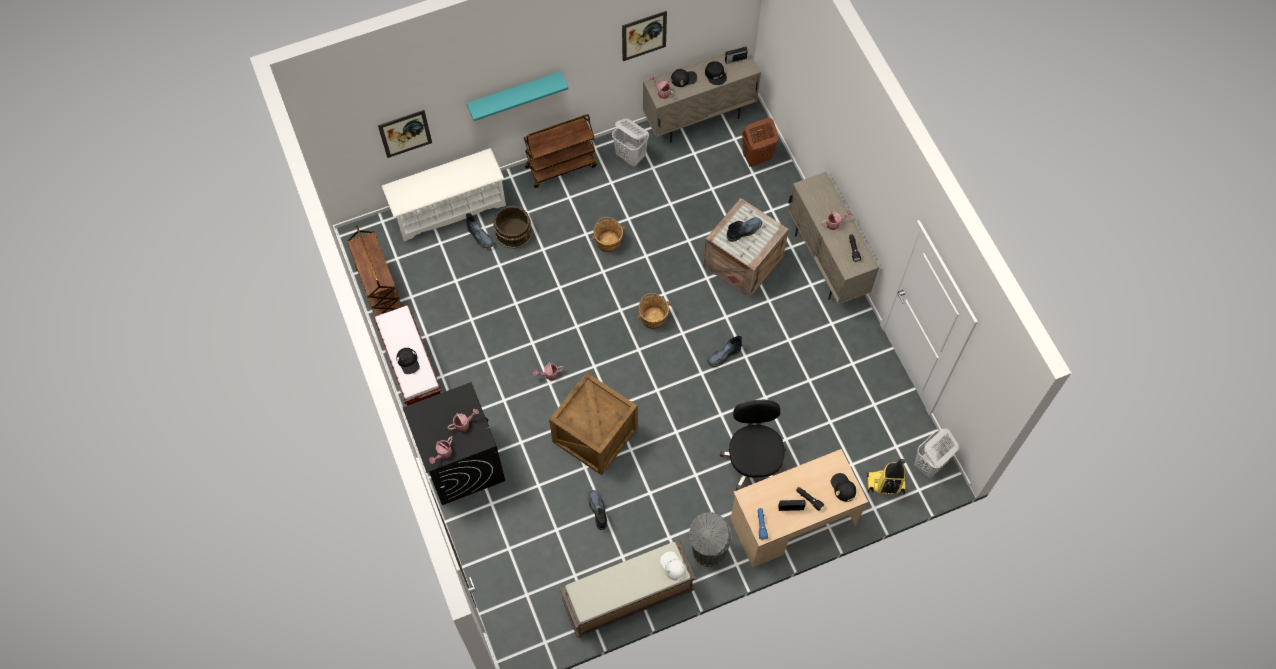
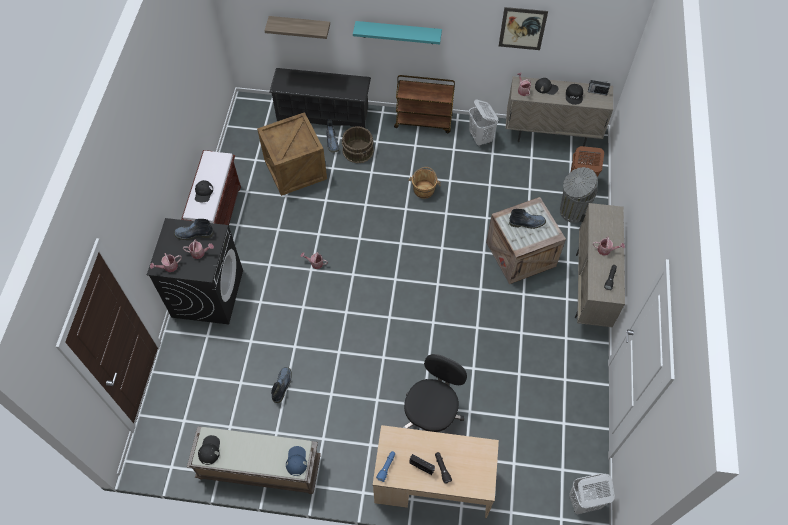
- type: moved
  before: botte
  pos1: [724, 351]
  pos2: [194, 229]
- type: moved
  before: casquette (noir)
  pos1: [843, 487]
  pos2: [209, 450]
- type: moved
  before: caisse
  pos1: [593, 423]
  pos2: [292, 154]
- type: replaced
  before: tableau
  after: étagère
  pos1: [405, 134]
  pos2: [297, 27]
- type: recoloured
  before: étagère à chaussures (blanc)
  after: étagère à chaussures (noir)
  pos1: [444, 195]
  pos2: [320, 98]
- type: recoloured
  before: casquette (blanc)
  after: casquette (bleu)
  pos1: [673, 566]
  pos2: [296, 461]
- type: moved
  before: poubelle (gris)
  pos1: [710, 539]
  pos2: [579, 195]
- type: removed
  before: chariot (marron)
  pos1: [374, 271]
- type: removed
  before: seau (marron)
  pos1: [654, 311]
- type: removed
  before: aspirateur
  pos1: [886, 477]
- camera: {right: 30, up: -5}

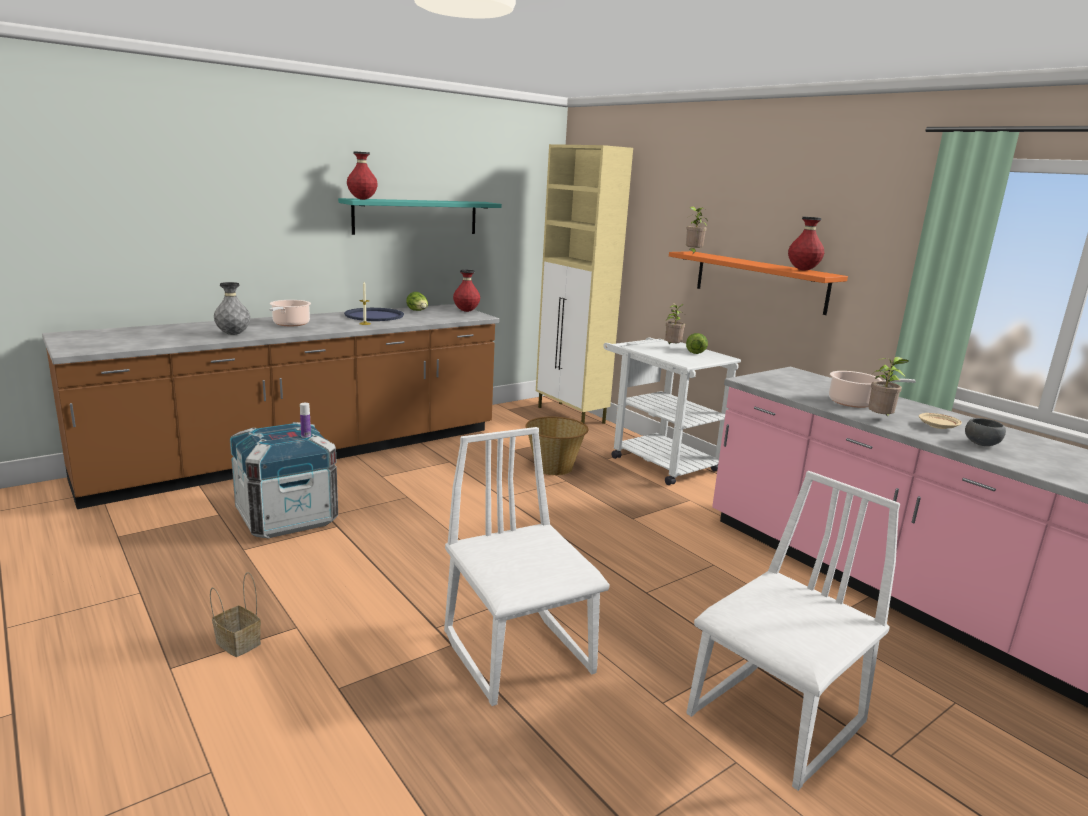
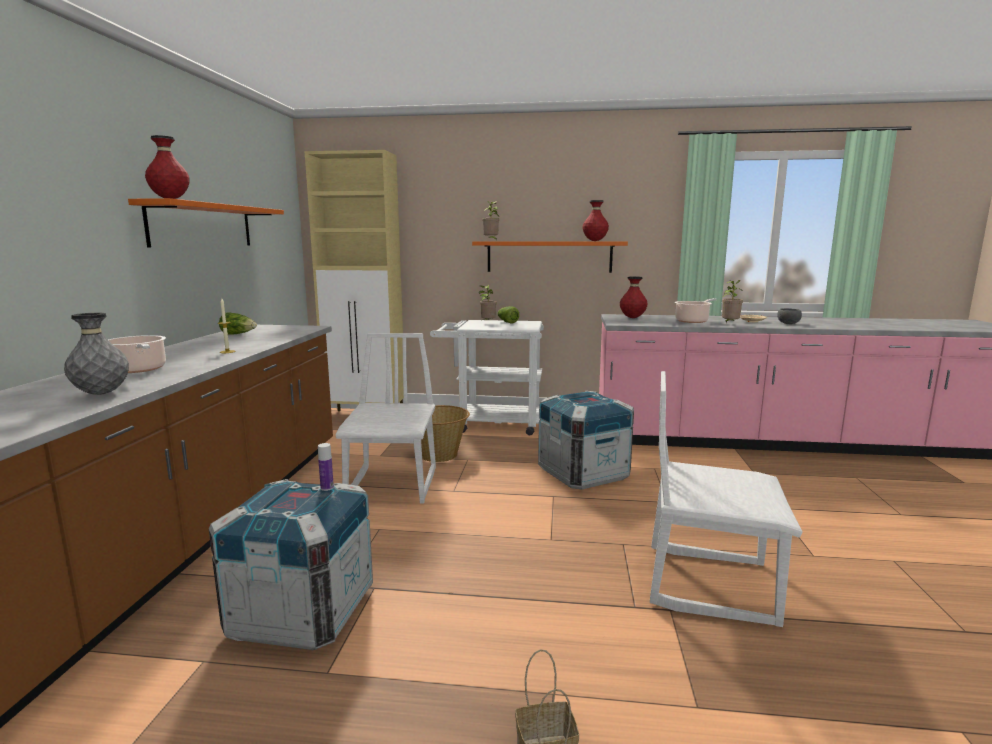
- type: recoloured
  before: étagère (turquoise)
  after: étagère (orange)
  pos1: [420, 216]
  pos2: [206, 223]
- type: moved
  before: chaise (blanc)
  pos1: [793, 631]
  pos2: [385, 418]
- type: added
  after: caisse
  pos2: [586, 440]
- type: moved
  before: vase (rouge)
  pos1: [466, 290]
  pos2: [634, 297]
- type: removed
  before: plateau (bleu)
  pos1: [374, 314]
- camera: {right: -45, up: -5}

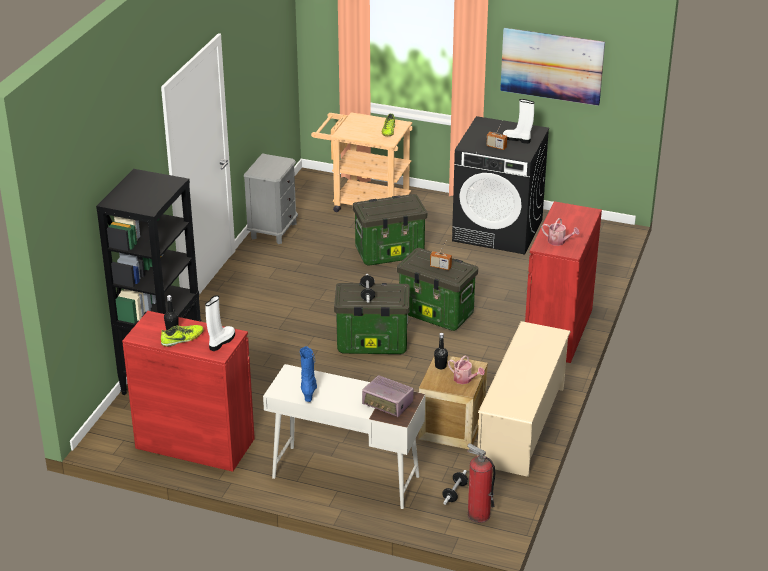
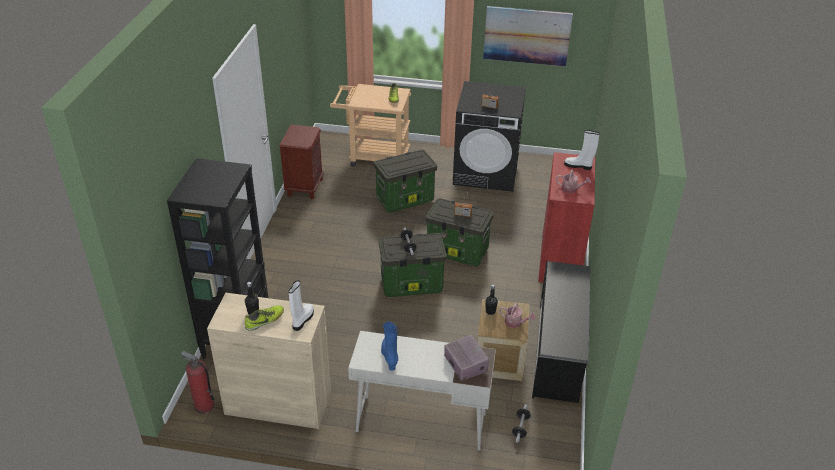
- type: moved
  before: extincteur
  pos1: [481, 483]
  pos2: [198, 382]
- type: recoloured
  before: meuble de rangement (rouge)
  after: meuble de rangement (beige)
  pos1: [188, 391]
  pos2: [269, 361]
- type: recoloured
  before: table de chevet (gris)
  after: table de chevet (marron)
  pos1: [271, 199]
  pos2: [301, 161]
- type: turned
  before: radio
  pos1: [388, 396]
  pos2: [466, 358]
  turn: -135
- type: recoloured
  before: étagère à chaussures (beige)
  after: étagère à chaussures (noir)
  pos1: [524, 399]
  pos2: [561, 332]
- type: moved
  before: botte (blanc)
  pos1: [518, 121]
  pos2: [582, 150]
- camera: {right: -10, up: 5}

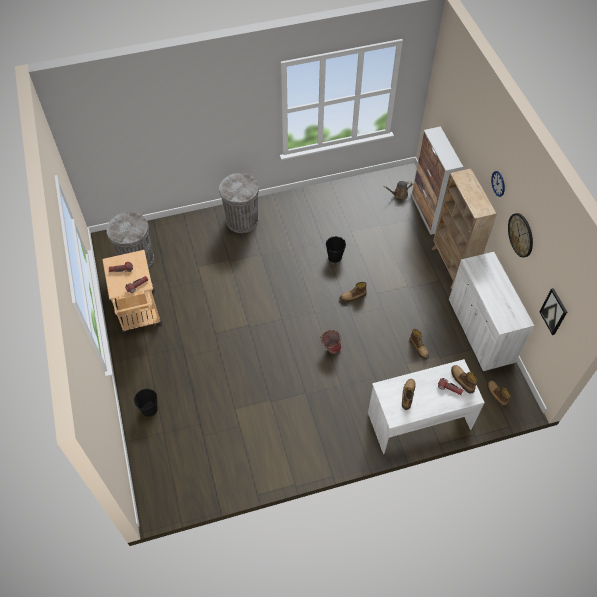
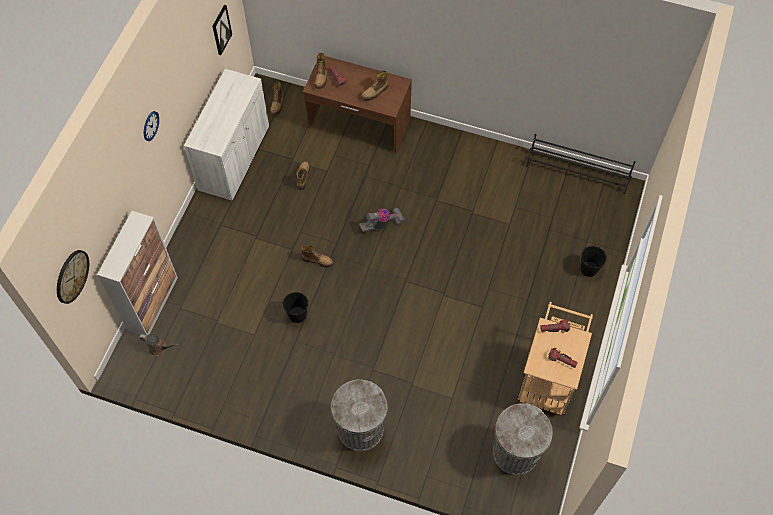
- type: moved
  before: horloge murale
  pos1: [520, 235]
  pos2: [73, 277]
- type: recoloured
  before: bureau (blanc)
  after: bureau (marron)
  pos1: [426, 406]
  pos2: [357, 104]
- type: replaced
  before: seau
  after: aspirateur
  pos1: [331, 342]
  pos2: [382, 220]
- type: added
  after: étagère à chaussures (noir)
  pos2: [581, 164]
- type: removed
  before: bibliothèque (beige)
  pos1: [464, 228]
- camera: {right: -145, up: 5}

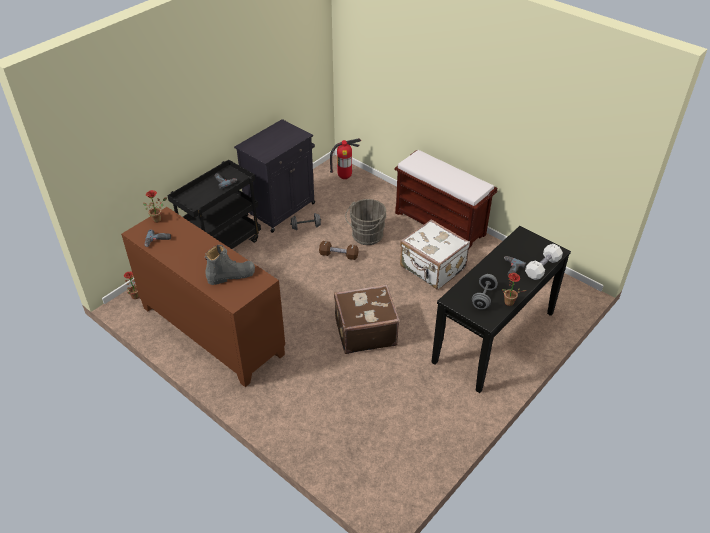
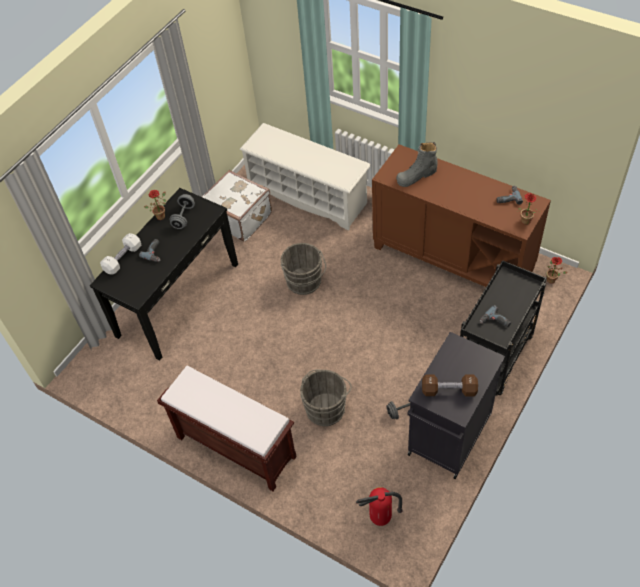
- type: moved
  before: valise (blanc)
  pos1: [435, 254]
  pos2: [237, 206]
- type: added
  after: étagère à chaussures (blanc)
  pos2: [305, 177]
- type: replaced
  before: valise (marron)
  after: seau (gris)
  pos1: [367, 319]
  pos2: [303, 269]
- type: moved
  before: haltère (marron)
  pos1: [339, 250]
  pos2: [450, 385]
- camera: {right: 175, up: 10}

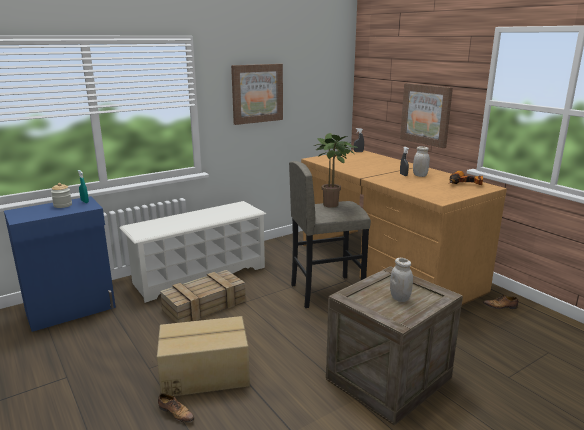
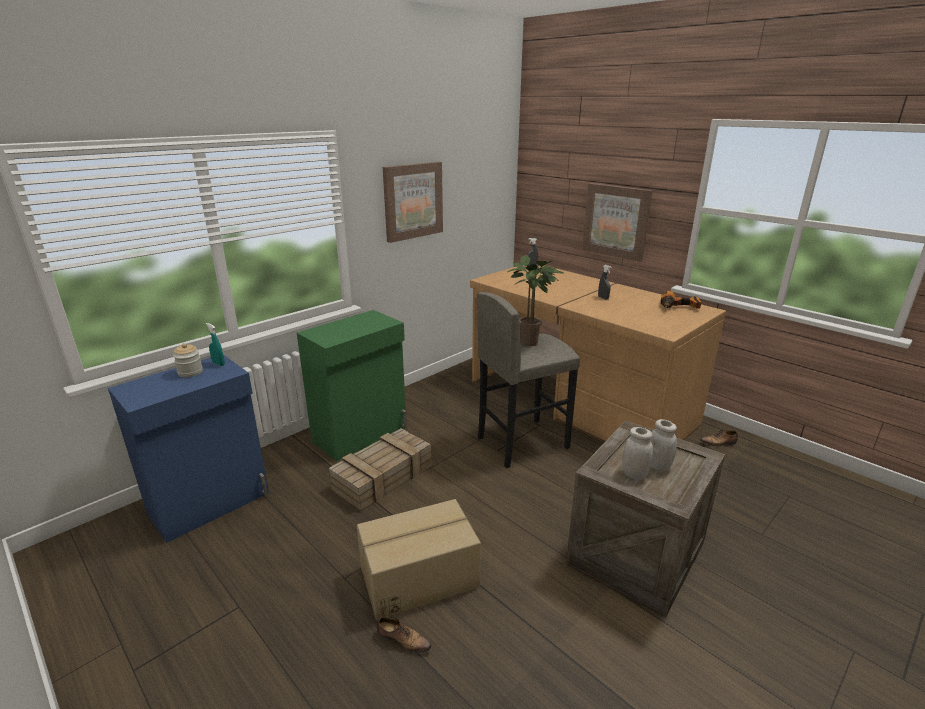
- type: replaced
  before: étagère à chaussures (blanc)
  after: meuble de rangement (vert)
  pos1: [193, 252]
  pos2: [352, 385]
- type: moved
  before: bocal (blanc)
  pos1: [421, 161]
  pos2: [637, 453]
- camera: {right: -10, up: 5}

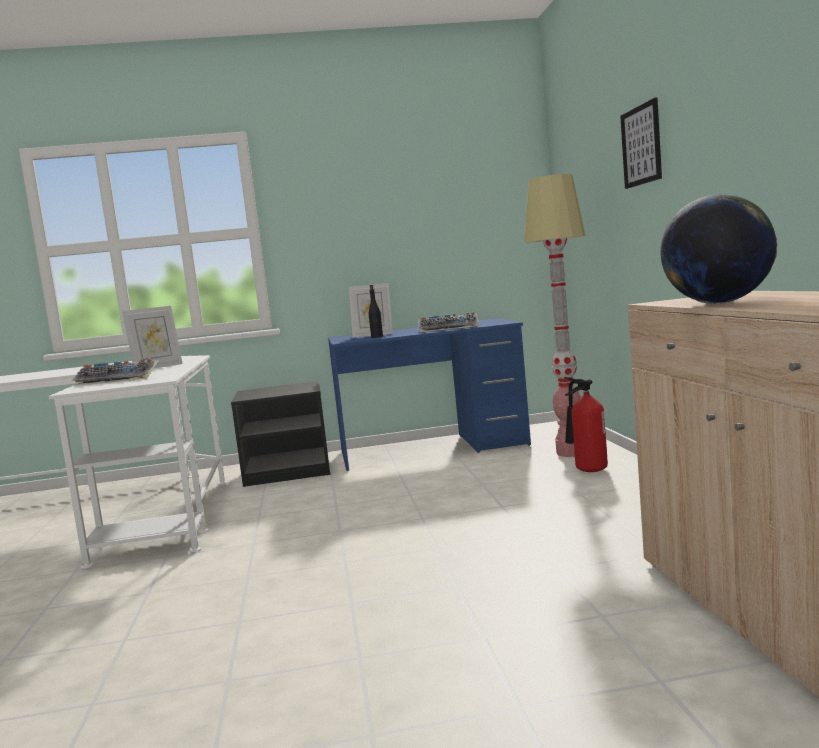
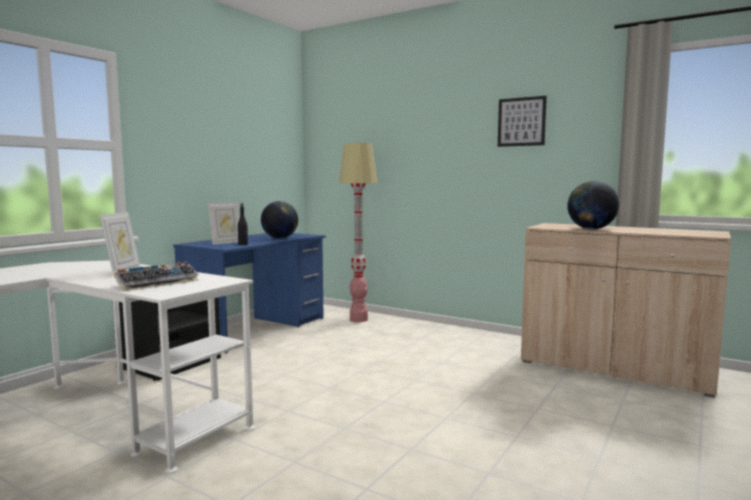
- type: replaced
  before: clavier
  after: globe
  pos1: [448, 322]
  pos2: [279, 220]
- type: moved
  before: tableau
  pos1: [641, 143]
  pos2: [522, 121]
- type: removed
  before: extincteur
  pos1: [586, 424]
- camera: {right: -50, up: 0}

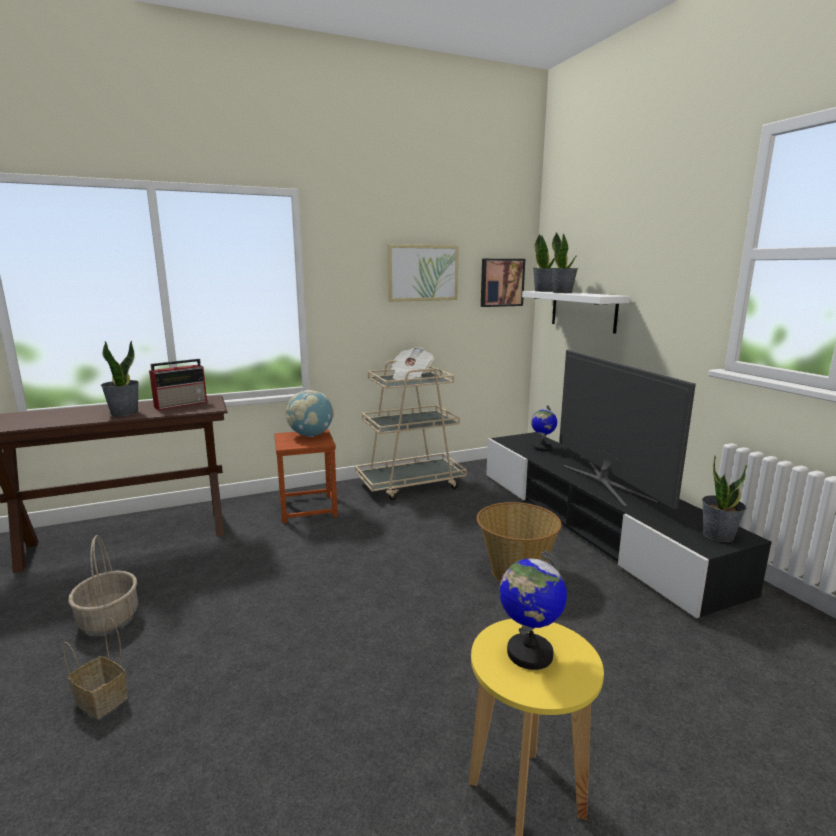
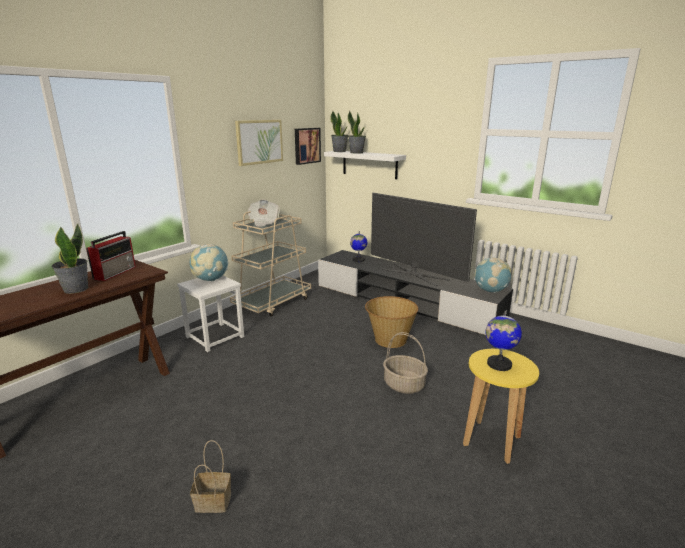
- type: recoloured
  before: tabouret (marron)
  after: tabouret (blanc)
  pos1: [306, 476]
  pos2: [210, 313]
- type: moved
  before: panier
  pos1: [103, 584]
  pos2: [405, 363]
- type: replaced
  before: plante en pot
  after: globe
  pos1: [725, 499]
  pos2: [492, 275]
- camera: {right: -30, up: 5}

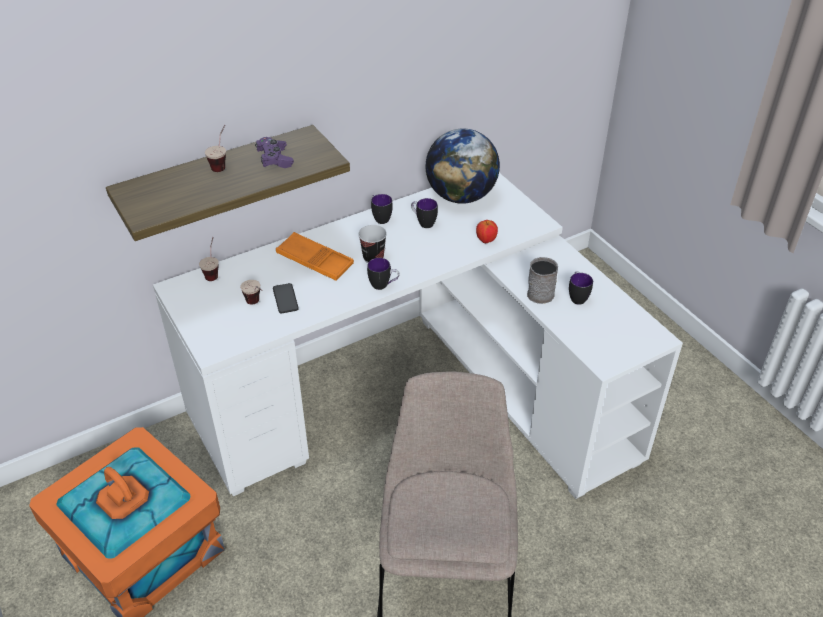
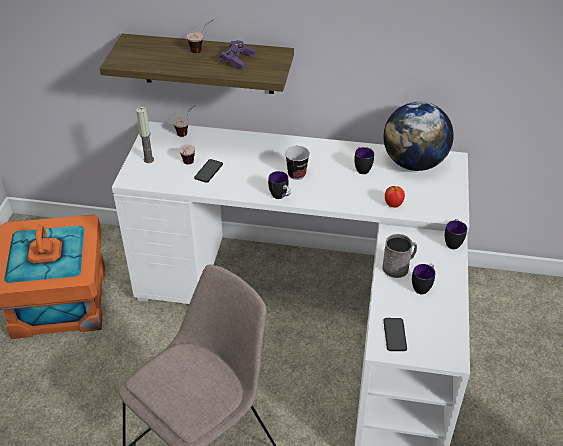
- type: added
  after: bougie
  pos2: [145, 135]
- type: added
  after: téléphone
  pos2: [395, 334]
- type: moved
  before: mug
  pos1: [382, 209]
  pos2: [456, 234]
- type: removed
  before: plateau (orange)
  pos1: [315, 256]
- camera: {right: 40, up: 0}

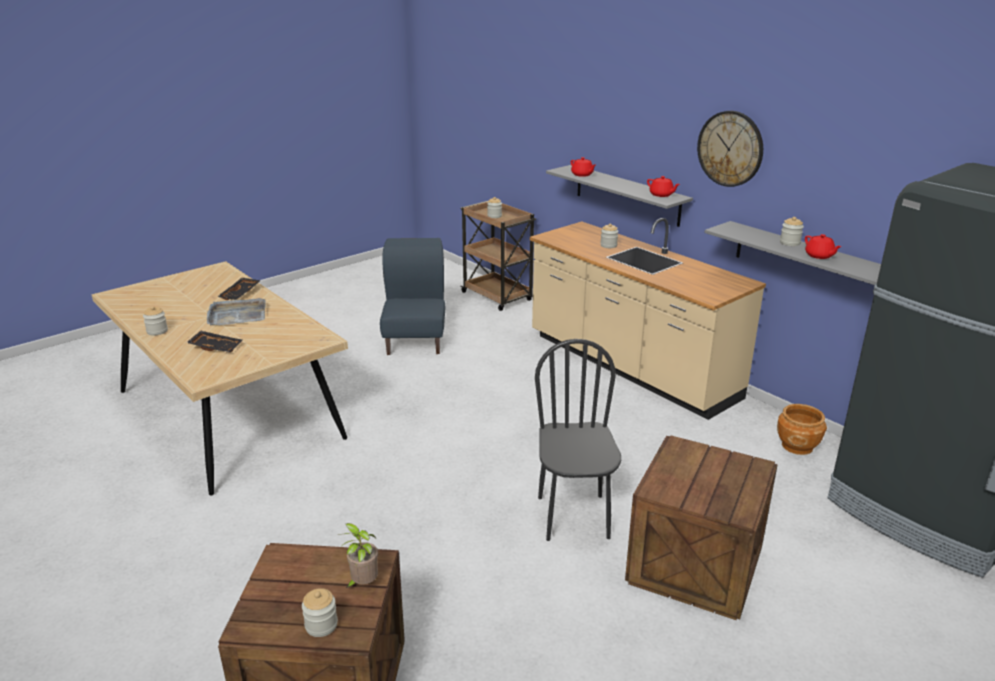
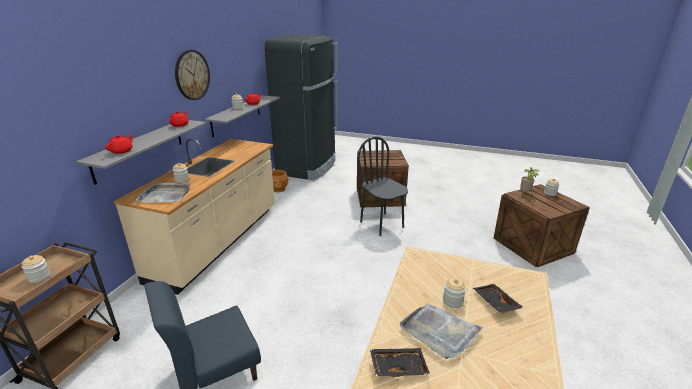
- type: added
  after: plateau (gris)
  pos2: [163, 192]
- type: turned
  before: chaise (noir)
  pos1: [578, 440]
  pos2: [382, 186]
  turn: 90
- type: moved
  before: bocal
  pos1: [155, 321]
  pos2: [454, 293]
- camera: {right: -120, up: 0}

